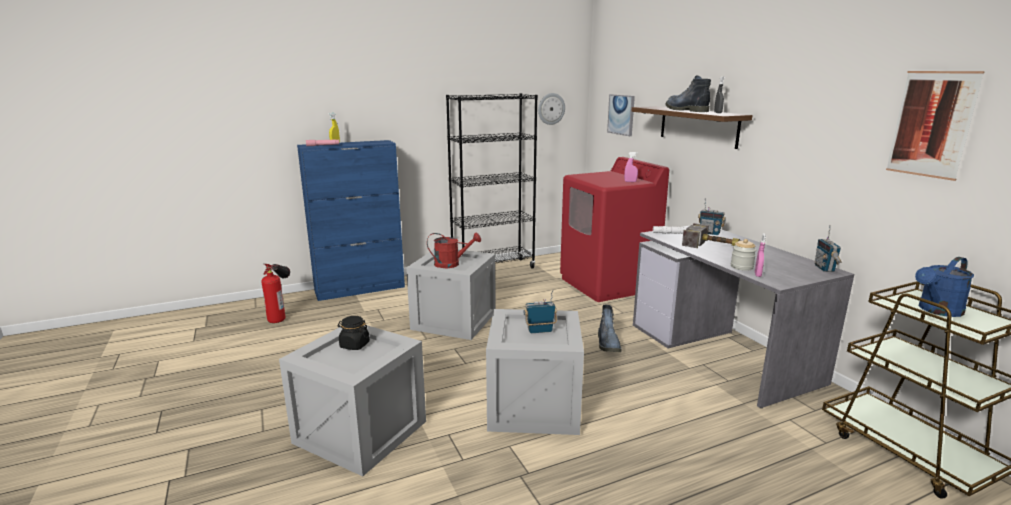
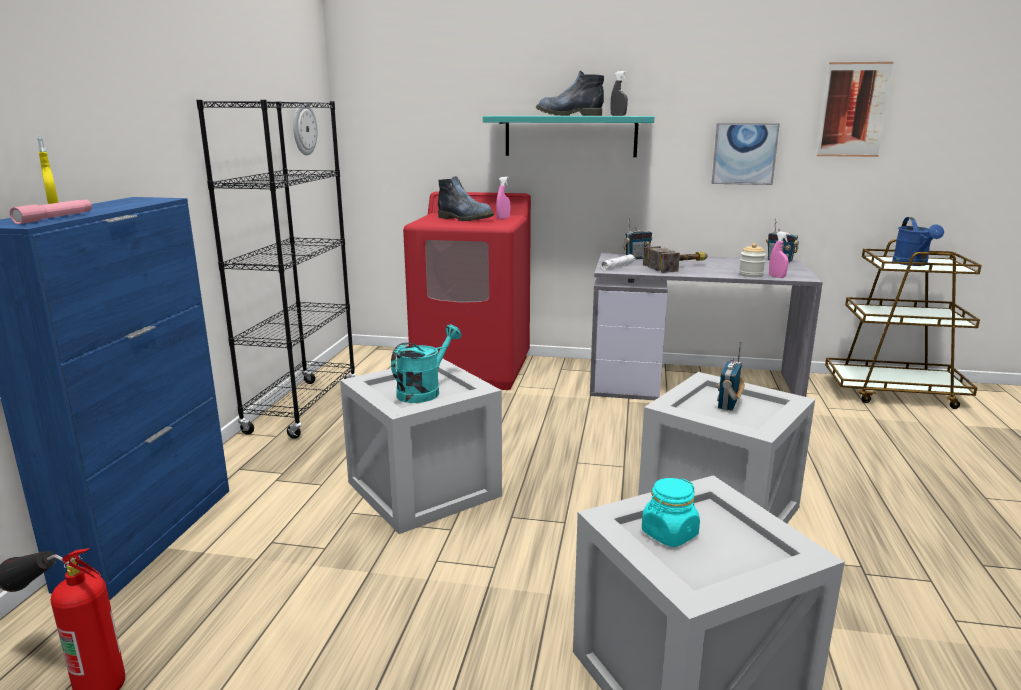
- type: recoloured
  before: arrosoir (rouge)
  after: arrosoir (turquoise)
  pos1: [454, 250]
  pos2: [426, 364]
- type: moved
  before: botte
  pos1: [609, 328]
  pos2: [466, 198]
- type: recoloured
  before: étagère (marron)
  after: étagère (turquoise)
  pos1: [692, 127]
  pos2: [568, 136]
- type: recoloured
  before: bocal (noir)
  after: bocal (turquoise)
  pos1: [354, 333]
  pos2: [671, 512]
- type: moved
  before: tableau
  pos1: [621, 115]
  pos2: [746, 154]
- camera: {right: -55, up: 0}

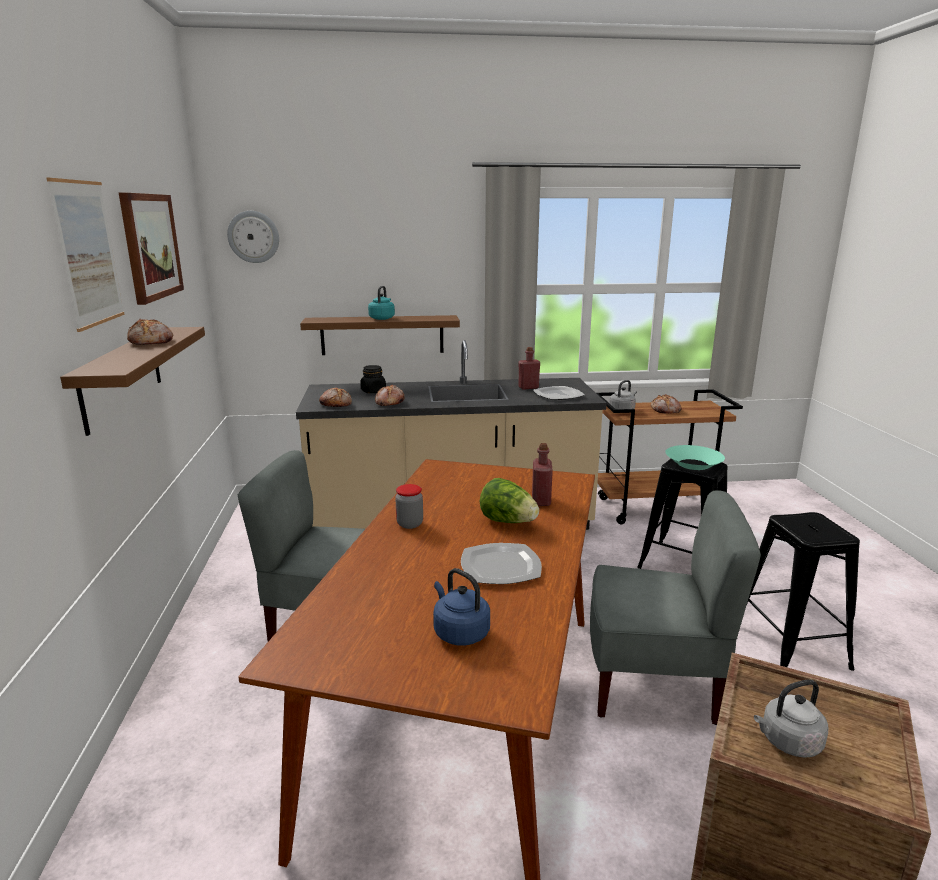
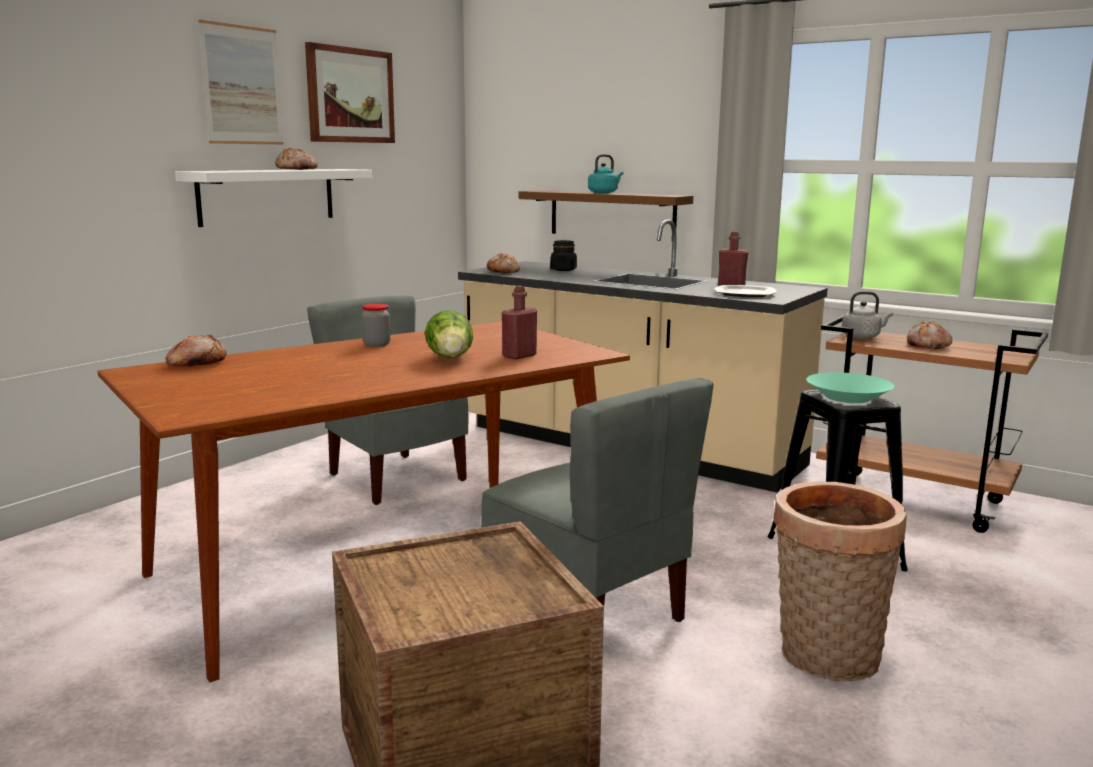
- type: moved
  before: pain
  pos1: [389, 395]
  pos2: [196, 350]
- type: recoloured
  before: étagère (marron)
  after: étagère (blanc)
  pos1: [132, 381]
  pos2: [273, 198]
- type: replaced
  before: tabouret (noir)
  after: panier
  pos1: [803, 591]
  pos2: [839, 581]
- type: removed
  before: horloge murale
  pos1: [253, 237]
- type: removed
  before: bouilloire (bleu)
  pos1: [461, 607]
- type: removed
  before: assiette
  pos1: [501, 563]
- type: removed
  before: bouilloire (gris)
  pos1: [791, 719]
- camera: {right: 40, up: -5}

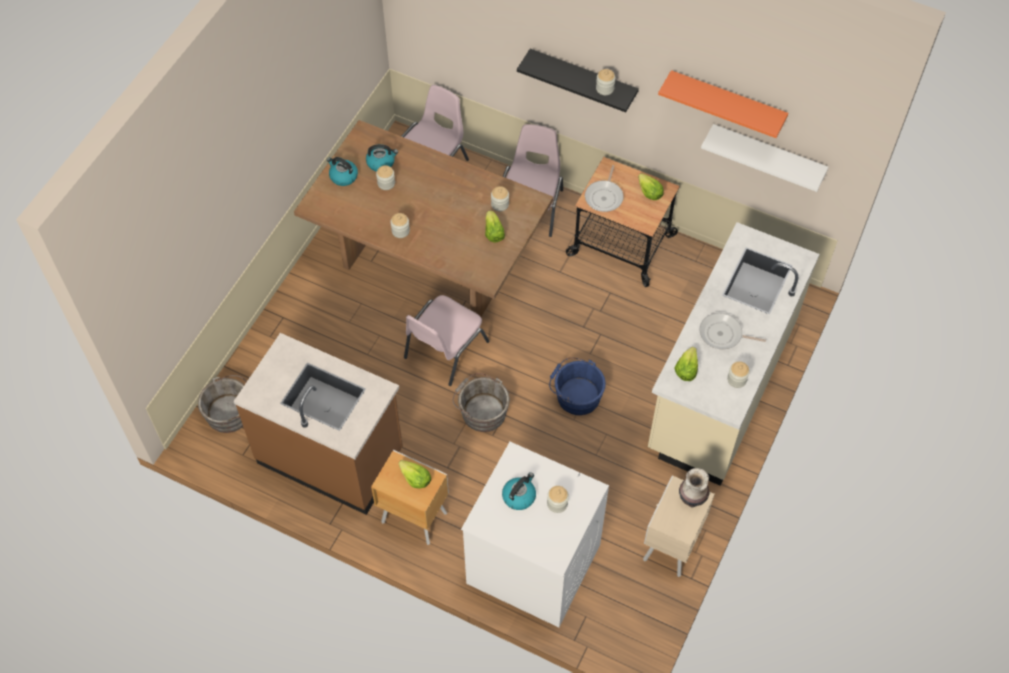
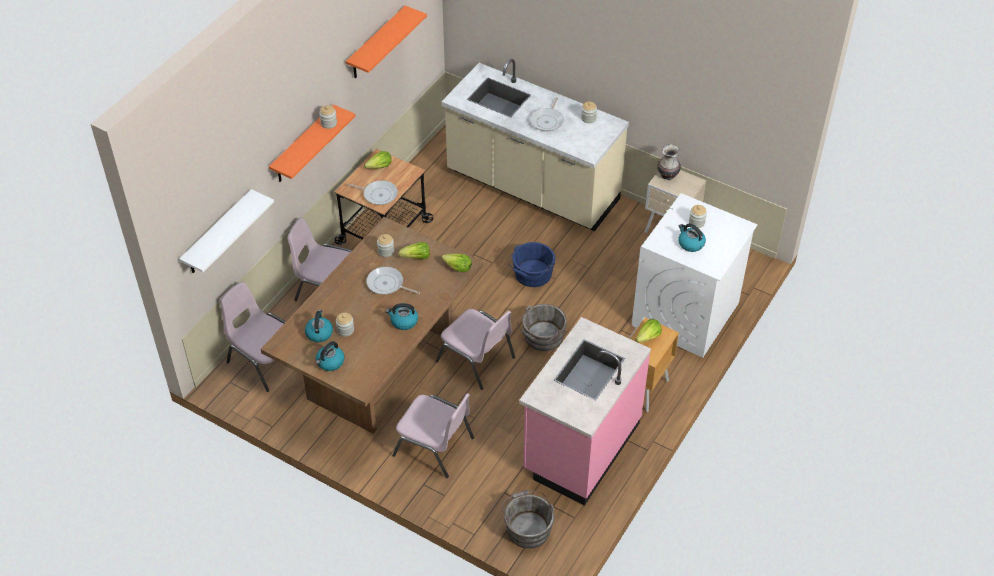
- type: moved
  before: étagère (blanc)
  pos1: [764, 158]
  pos2: [226, 231]
- type: recoloured
  before: étagère (noir)
  after: étagère (orange)
  pos1: [578, 80]
  pos2: [312, 143]
- type: added
  after: poêle
  pos2: [393, 280]
- type: replaced
  before: bocal
  after: bouilloire
  pos1: [400, 225]
  pos2: [402, 316]
- type: added
  after: chaise (rose)
  pos2: [433, 435]
- type: moved
  before: laitue
  pos1: [686, 364]
  pos2: [456, 263]
- type: recoloured
  before: comptoir de cuisine (marron)
  after: comptoir de cuisine (rose)
  pos1: [318, 424]
  pos2: [585, 411]
- camera: {right: -85, up: -10}

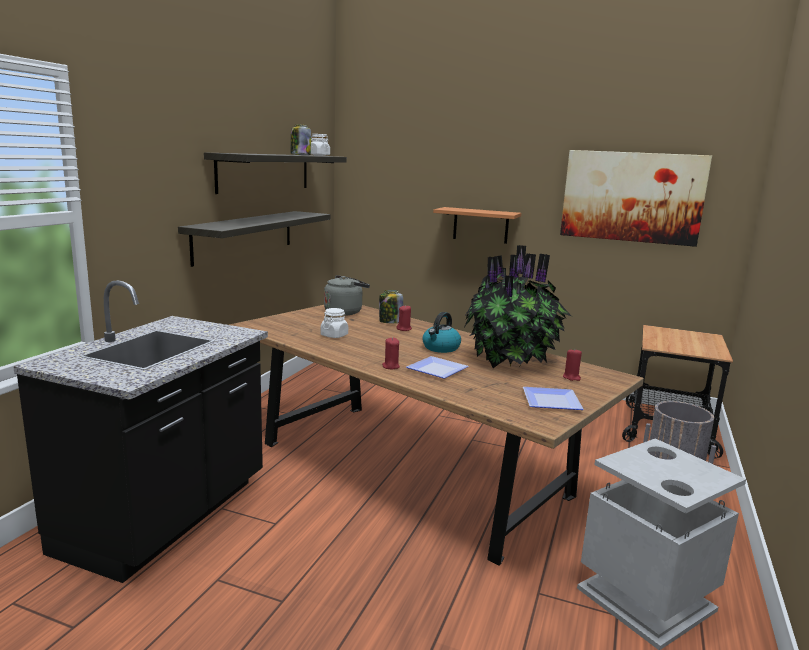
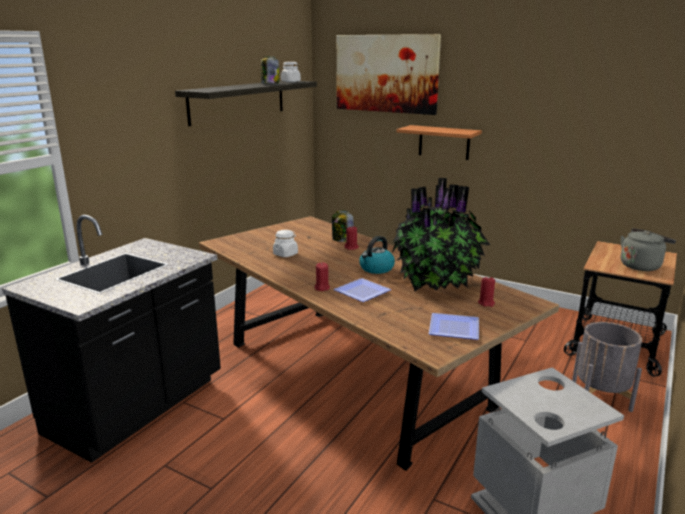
- type: moved
  before: tableau
  pos1: [636, 198]
  pos2: [389, 74]
- type: moved
  before: bouilloire (gris)
  pos1: [347, 295]
  pos2: [648, 249]
- type: removed
  before: étagère
  pos1: [254, 239]
- camera: {right: 10, up: 5}

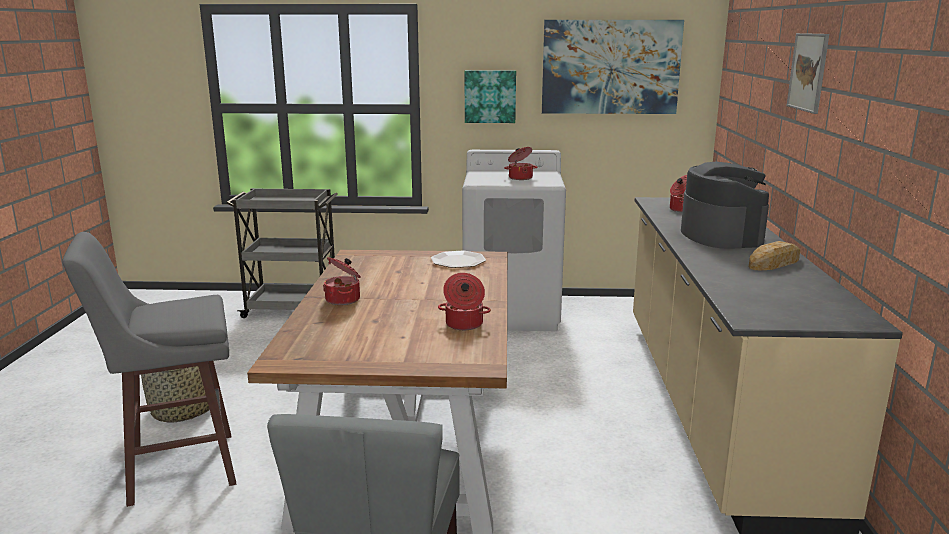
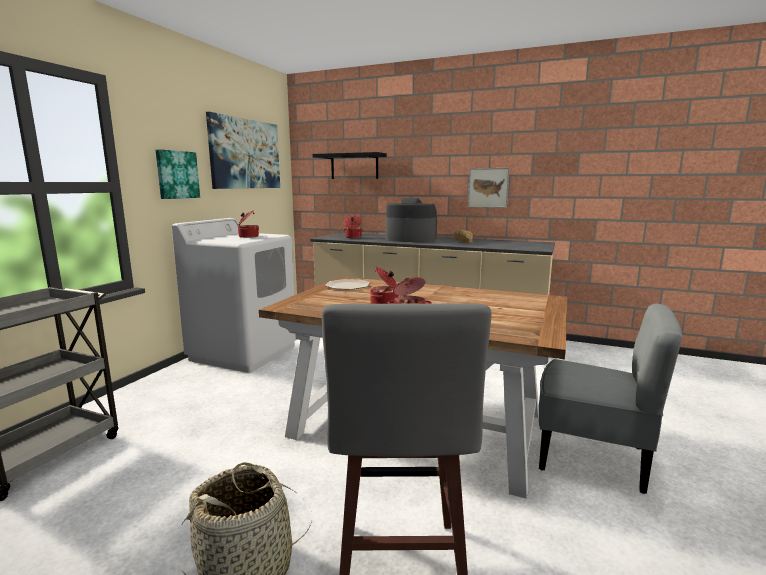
- type: added
  after: étagère (noir)
  pos2: [350, 165]
- type: moved
  before: marmite
  pos1: [464, 301]
  pos2: [384, 285]
- type: moved
  before: tableau
  pos1: [807, 73]
  pos2: [488, 188]
- camera: {right: -70, up: -5}

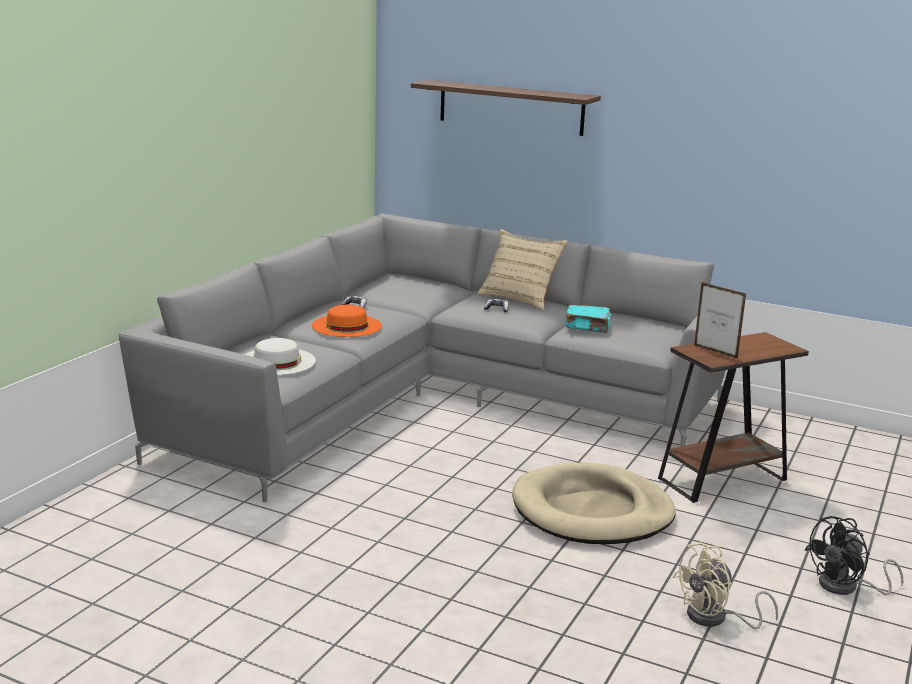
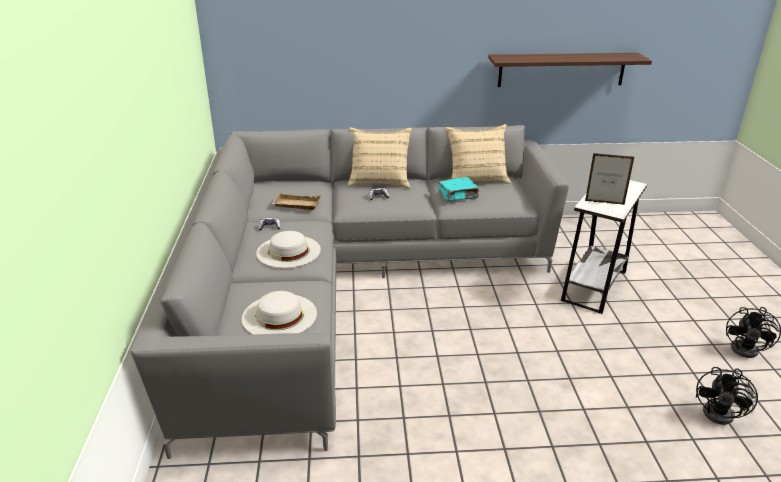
- type: recoloured
  before: chapeau (orange)
  after: chapeau (blanc)
  pos1: [347, 321]
  pos2: [288, 249]
- type: added
  after: plateau (beige)
  pos2: [296, 201]
- type: added
  after: coussin (beige)
  pos2: [478, 154]
- type: moved
  before: étagère
  pos1: [506, 108]
  pos2: [570, 70]
- type: recoloured
  before: table d'appoint (marron)
  after: table d'appoint (blanc)
  pos1: [733, 417]
  pos2: [604, 247]
- type: recoloured
  before: ventilateur (beige)
  after: ventilateur (noir)
  pos1: [725, 585]
  pos2: [727, 396]
- type: removed
  before: panier pour chien (beige)
  pos1: [594, 503]
- camera: {right: -30, up: 10}

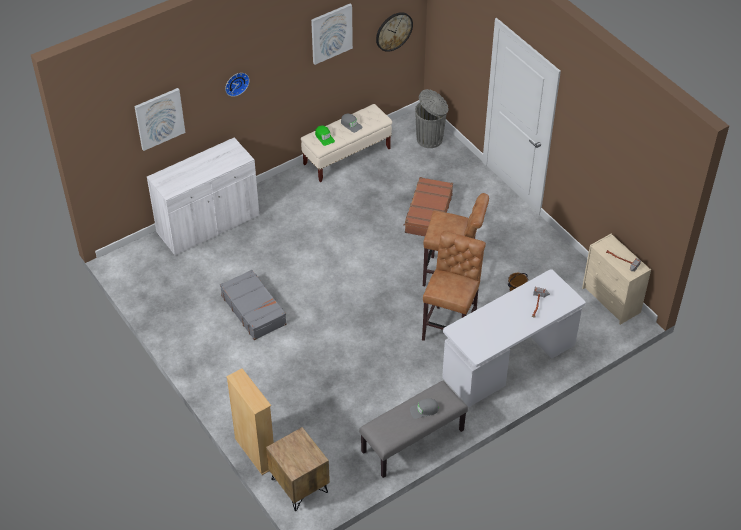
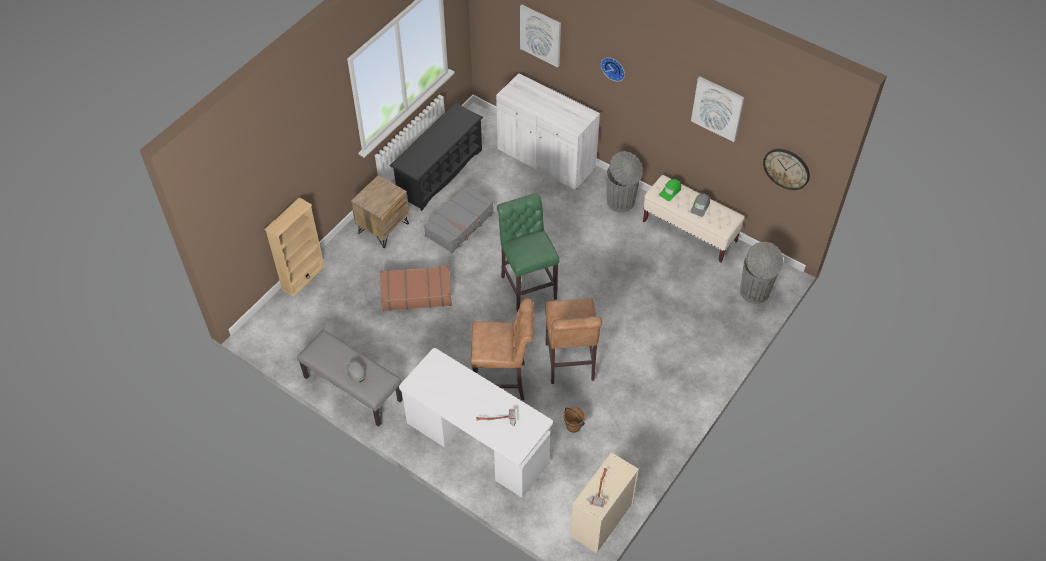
- type: moved
  before: table de chevet (marron)
  pos1: [298, 469]
  pos2: [380, 211]
- type: moved
  before: valise (marron)
  pos1: [428, 206]
  pos2: [416, 288]
- type: added
  after: étagère à chaussures (noir)
  pos2: [436, 157]
- type: added
  after: tabouret (vert)
  pos2: [528, 252]
- type: added
  after: poubelle (gris)
  pos2: [624, 181]
- camera: {right: 70, up: 5}

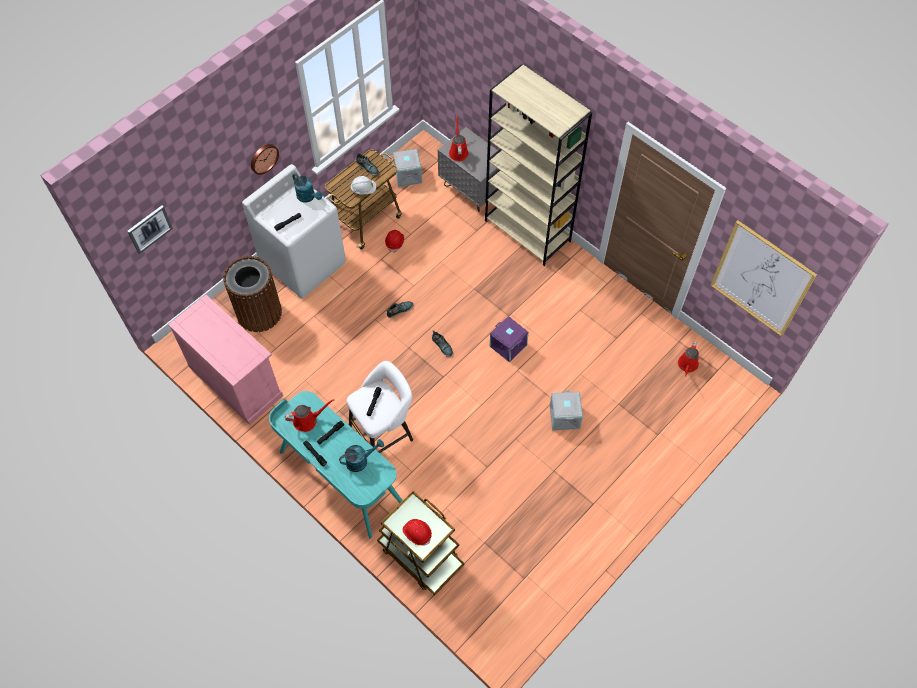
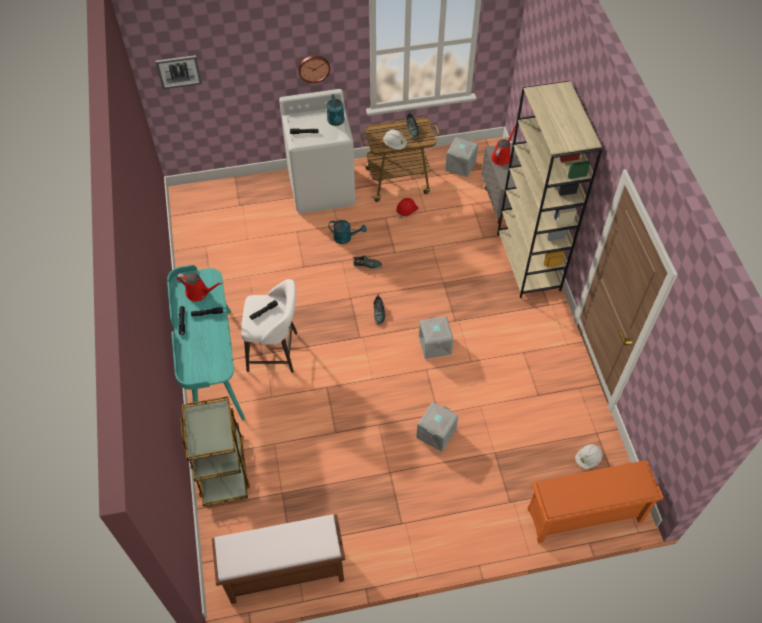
- type: added
  after: banc (marron)
  pos2: [278, 559]
- type: moved
  before: arrosoir (turquoise)
  pos1: [361, 455]
  pos2: [347, 232]
- type: recoloured
  before: boîte de rangement (violet)
  after: boîte de rangement (gris)
  pos1: [509, 339]
  pos2: [436, 337]
- type: added
  after: étagère à chaussures (orange)
  pos2: [595, 501]
- type: replaced
  before: arrosoir (rouge)
  after: casque de chantier (blanc)
  pos1: [688, 358]
  pos2: [589, 456]
- type: removed
  before: meuble de rangement (rose)
  pos1: [225, 360]
- type: removed
  before: poubelle (marron)
  pos1: [252, 294]
- type: removed
  before: casque de chantier (rouge)
  pos1: [417, 532]
- type: removed
  before: tableau
  pos1: [763, 278]
- camera: {right: 35, up: -5}

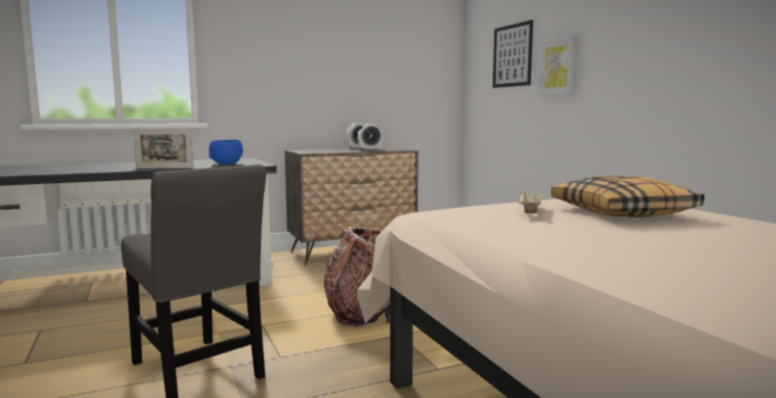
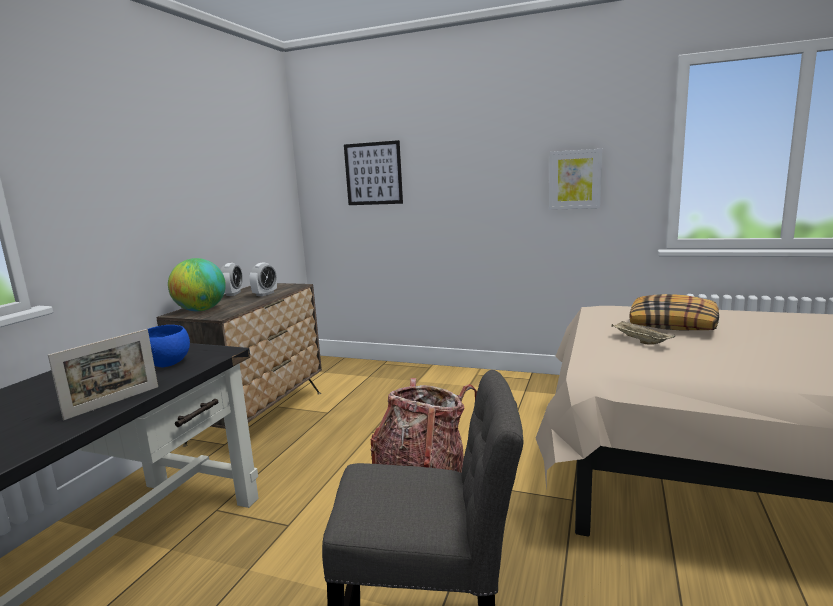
- type: added
  after: globe
  pos2: [197, 284]
- type: moved
  before: tableau
  pos1: [558, 65]
  pos2: [575, 179]
- camera: {right: -45, up: 5}

